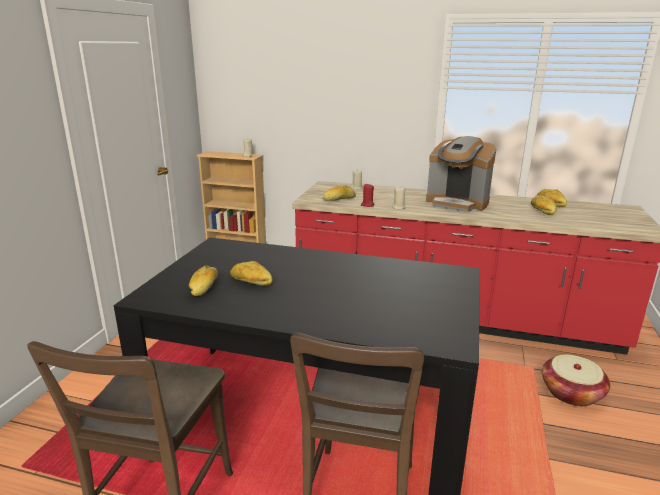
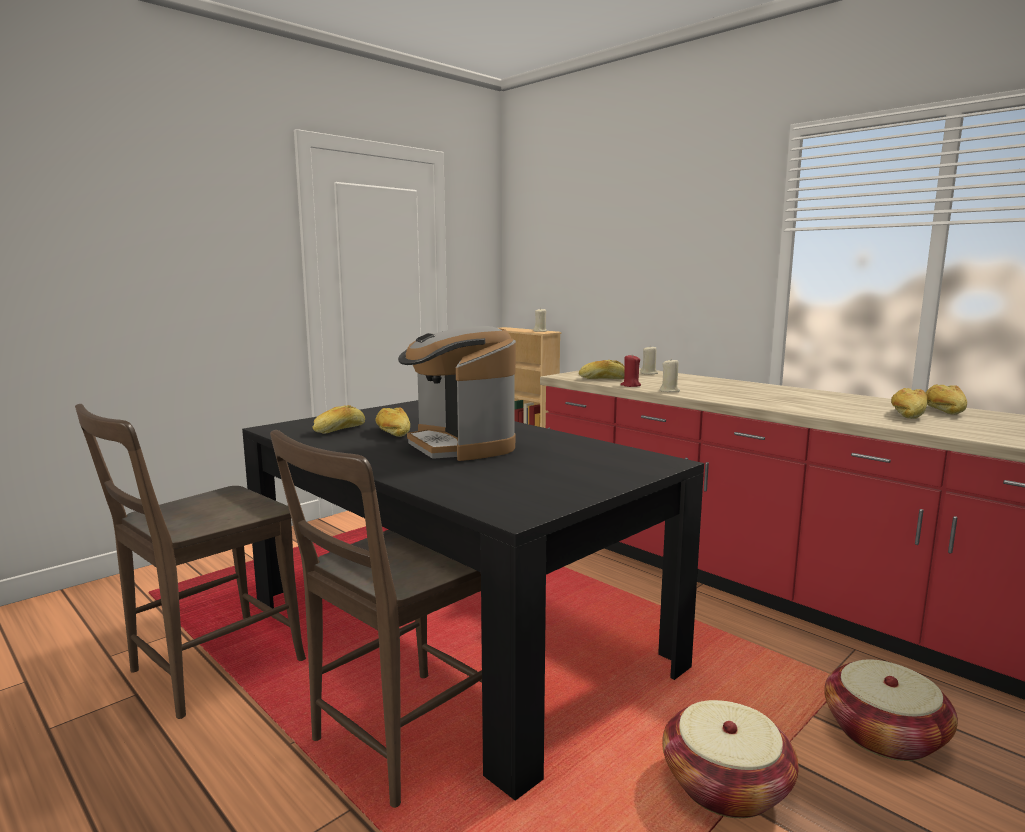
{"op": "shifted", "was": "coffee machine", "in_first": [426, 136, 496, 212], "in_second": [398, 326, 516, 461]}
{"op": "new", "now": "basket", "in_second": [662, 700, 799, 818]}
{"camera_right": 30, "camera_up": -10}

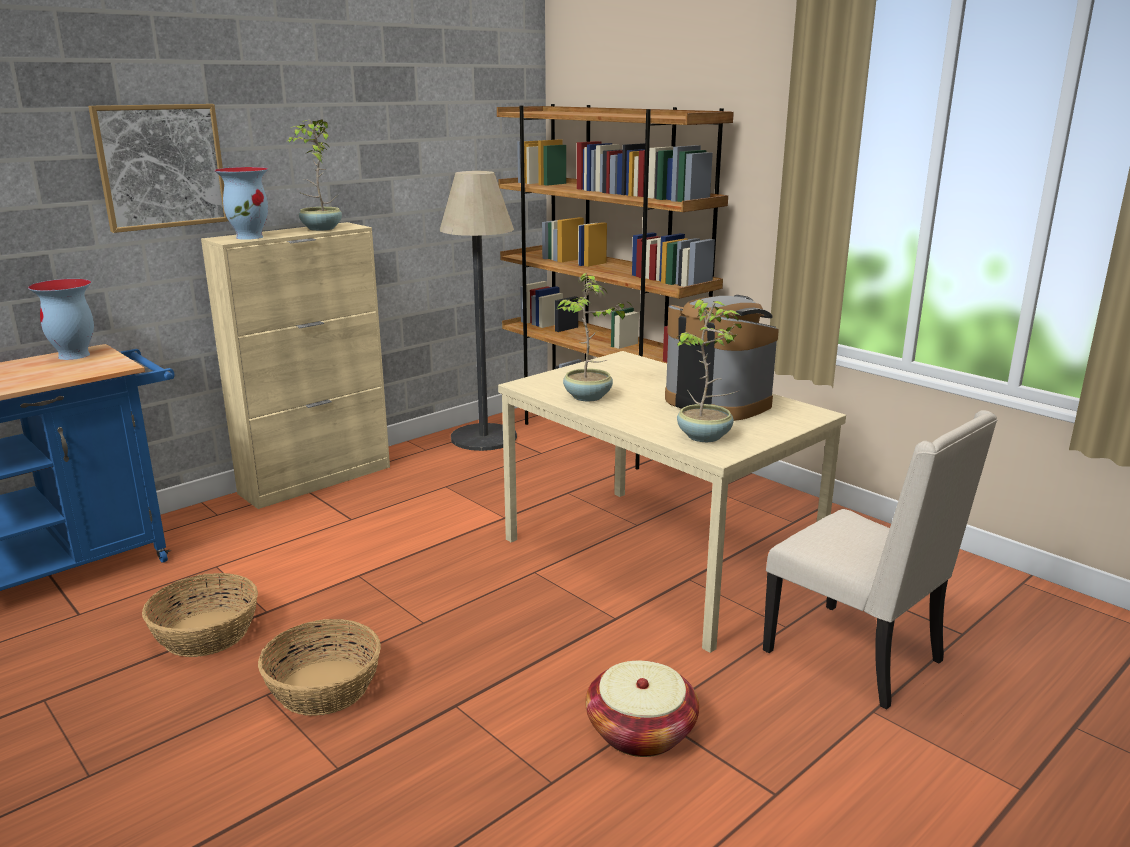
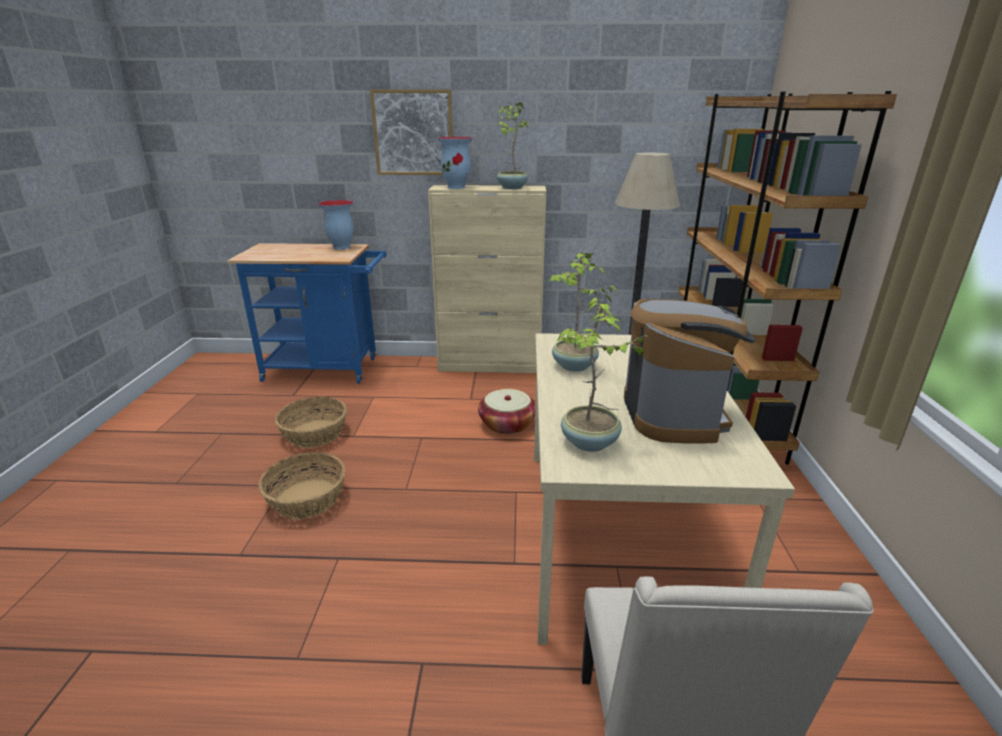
{"op": "shifted", "was": "basket", "in_first": [585, 661, 699, 757], "in_second": [478, 389, 536, 434]}
{"camera_right": 45, "camera_up": 5}

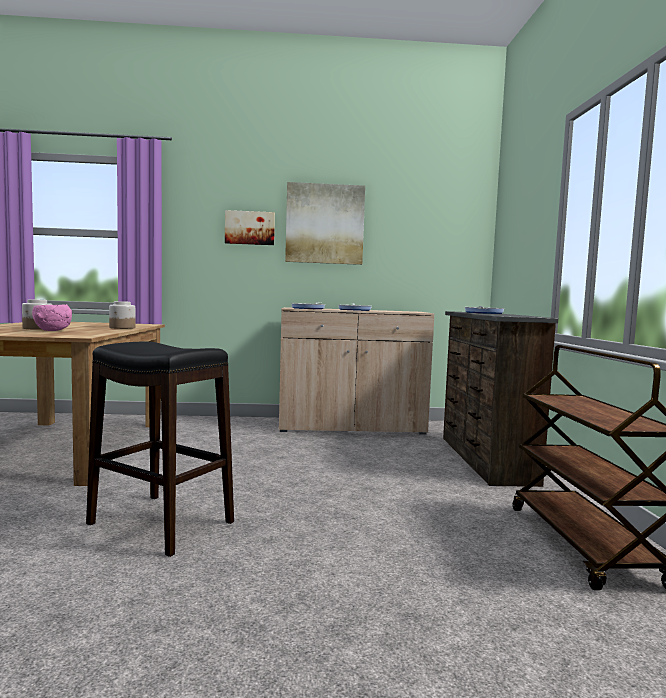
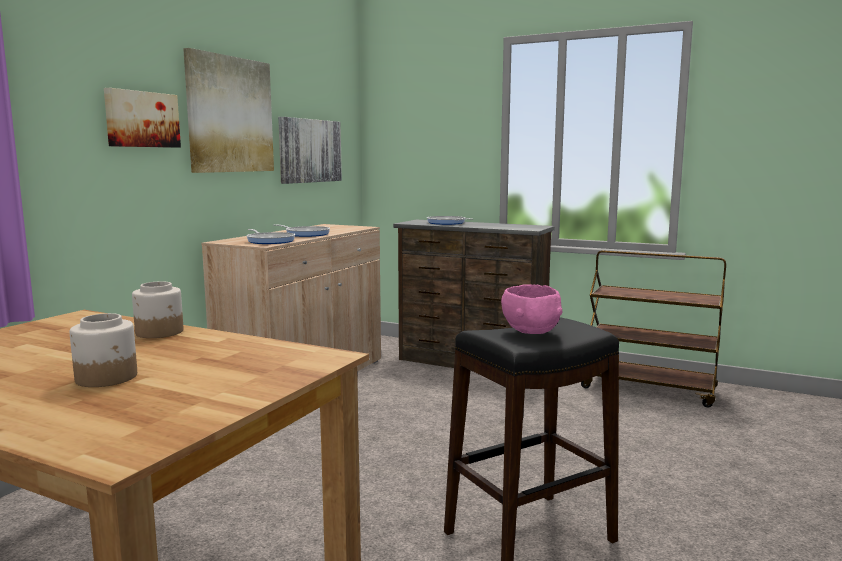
{"op": "shifted", "was": "bowl in pink", "in_first": [32, 304, 72, 331], "in_second": [501, 284, 563, 334]}
{"op": "new", "now": "picture", "in_second": [278, 117, 342, 184]}
{"camera_right": -60, "camera_up": 5}

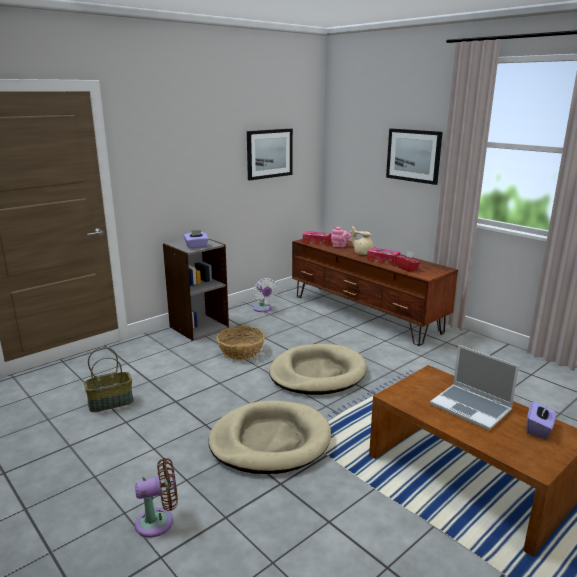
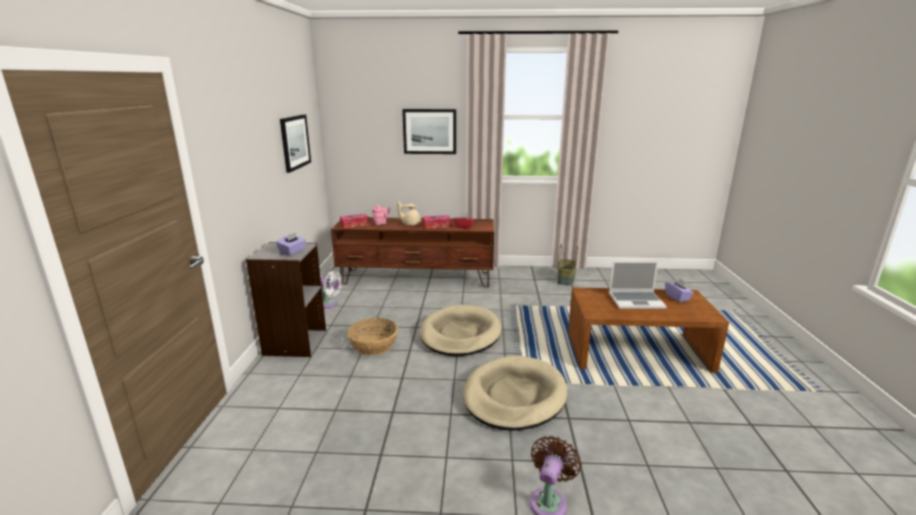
{"op": "shifted", "was": "basket", "in_first": [84, 347, 134, 412], "in_second": [557, 244, 578, 286]}
{"camera_right": -45, "camera_up": 0}

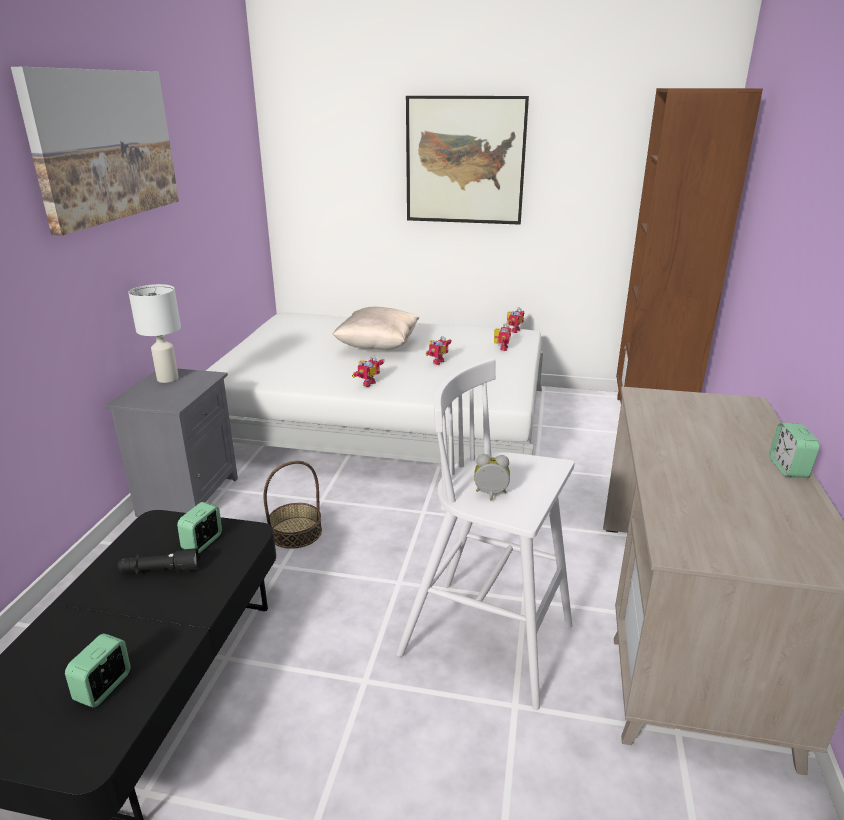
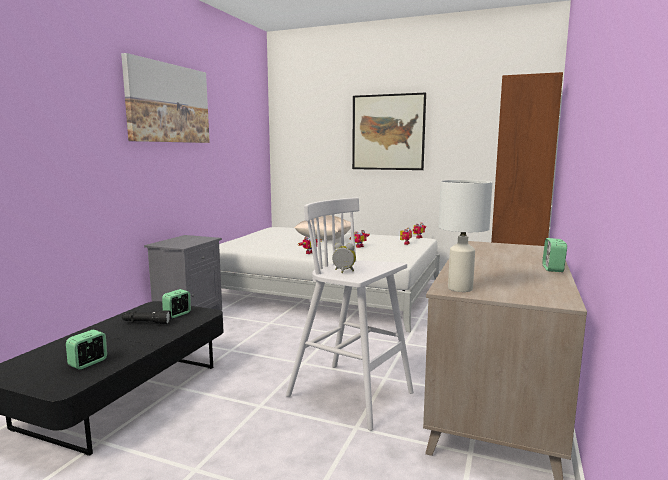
{"op": "shifted", "was": "table lamp in white", "in_first": [128, 284, 181, 383], "in_second": [439, 180, 493, 292]}
{"op": "gone", "was": "basket", "in_first": [264, 461, 322, 549]}
{"camera_right": 10, "camera_up": -15}

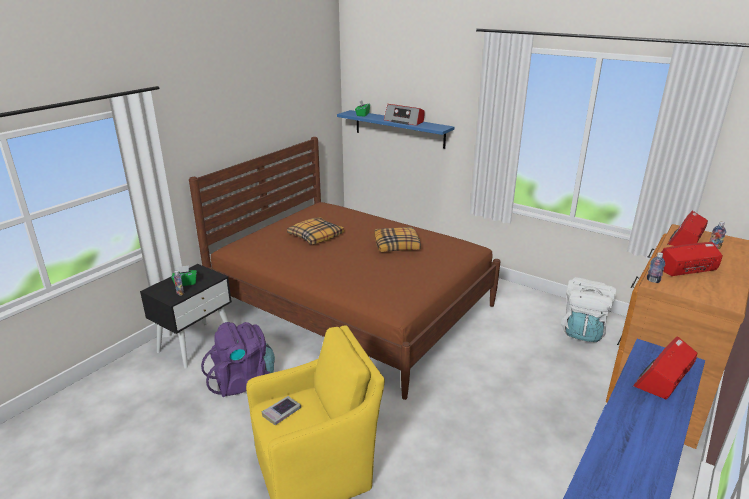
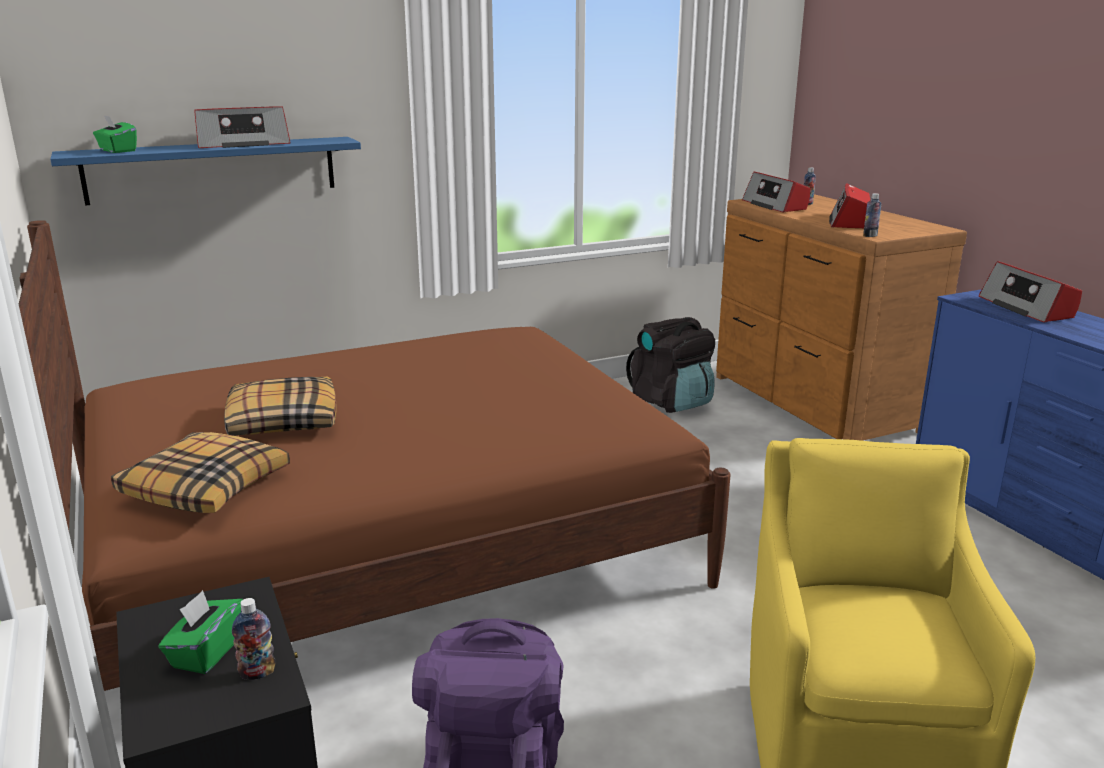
{"op": "gone", "was": "book", "in_first": [262, 396, 301, 425]}
{"op": "shifted", "was": "pillow", "in_first": [374, 227, 421, 252], "in_second": [111, 432, 290, 513]}
{"op": "repainted", "was": "backpack in white", "now": "backpack in black", "in_first": [561, 277, 616, 342], "in_second": [626, 317, 715, 413]}
{"camera_right": -60, "camera_up": -5}

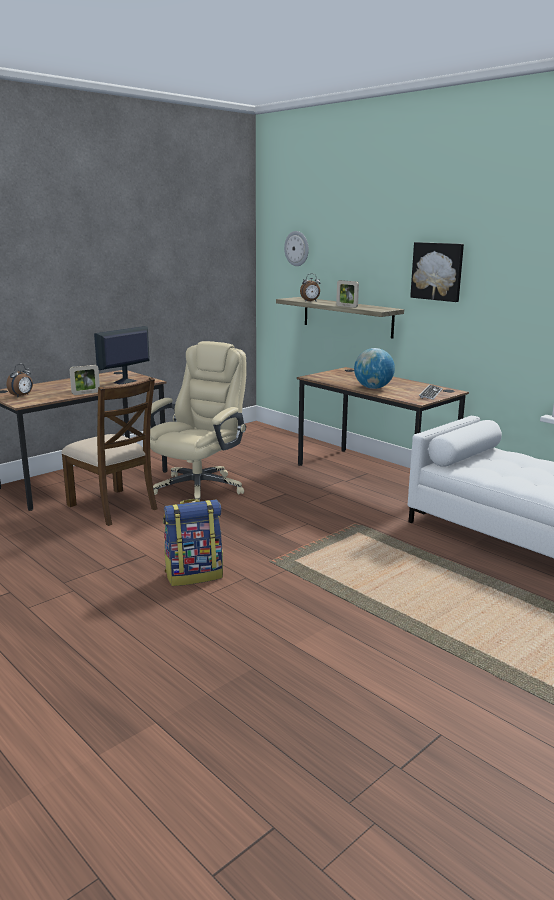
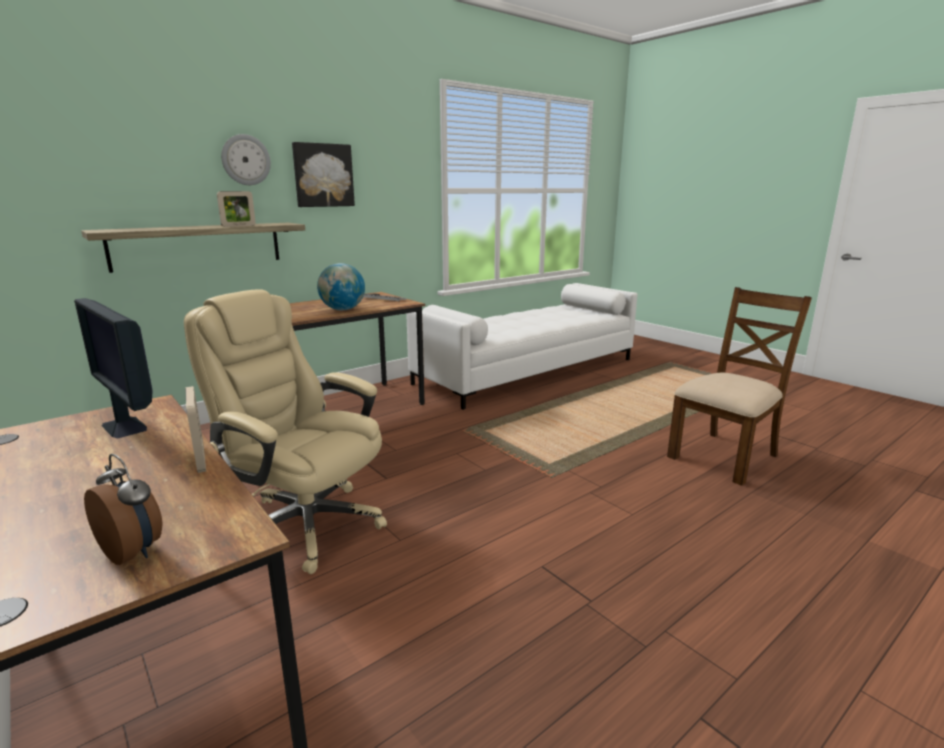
{"op": "shifted", "was": "chair in brown", "in_first": [61, 377, 158, 526], "in_second": [667, 287, 812, 486]}
{"op": "gone", "was": "backpack", "in_first": [163, 499, 223, 586]}
{"op": "shifted", "was": "wall clock", "in_first": [284, 231, 309, 266], "in_second": [221, 134, 271, 185]}
{"op": "gone", "was": "alarm clock", "in_first": [300, 274, 321, 302]}
{"camera_right": -85, "camera_up": 0}

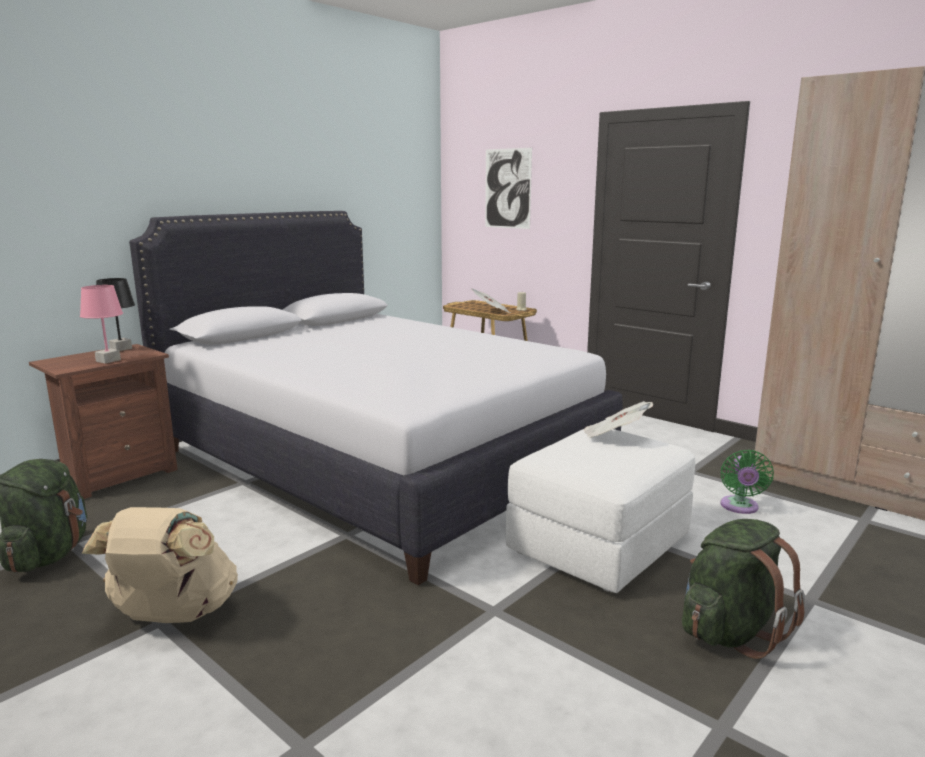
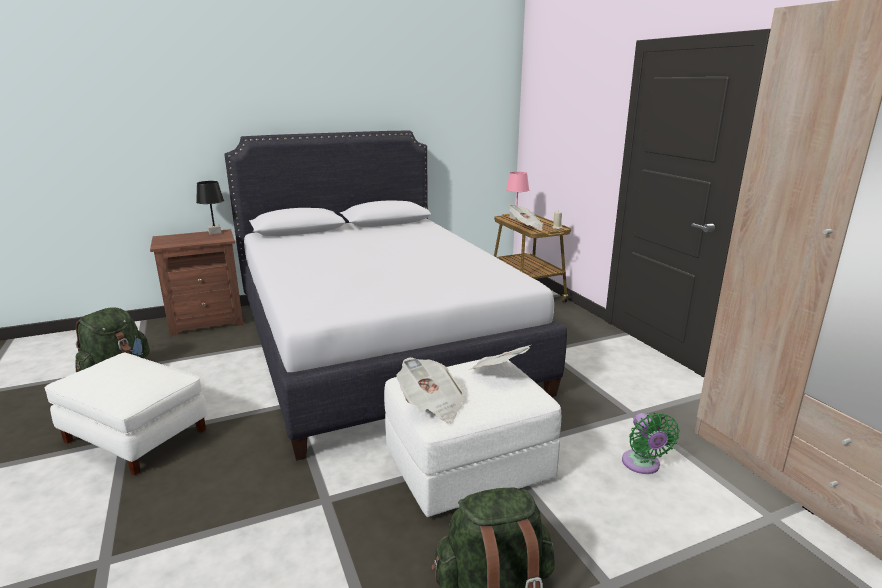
{"op": "shifted", "was": "table lamp in pink", "in_first": [80, 285, 123, 364], "in_second": [506, 172, 529, 219]}
{"op": "swapped", "was": "backpack in beige", "now": "ottoman in white", "in_first": [82, 507, 238, 623], "in_second": [45, 353, 207, 475]}
{"op": "gone", "was": "picture", "in_first": [485, 148, 532, 229]}
{"op": "rotated", "was": "fan in green", "in_first": [721, 450, 774, 514], "in_second": [622, 413, 679, 474], "clockwise": -45}
{"op": "new", "now": "newspaper", "in_second": [396, 357, 466, 423]}
{"camera_right": 25, "camera_up": 5}

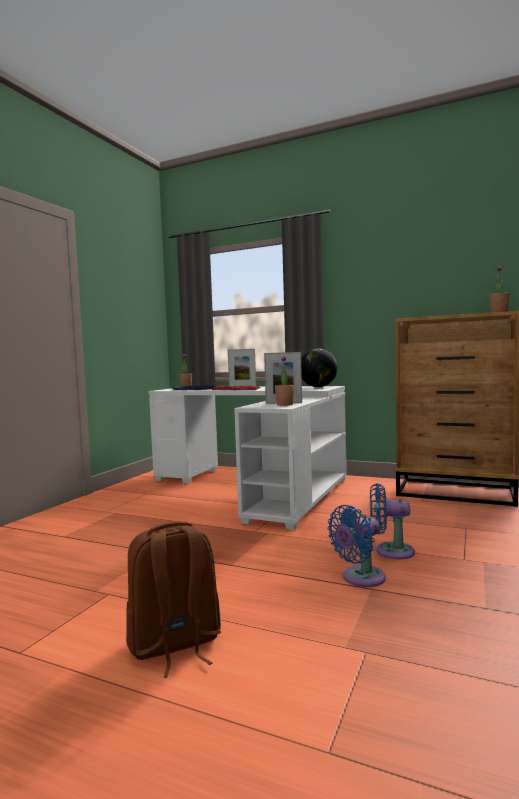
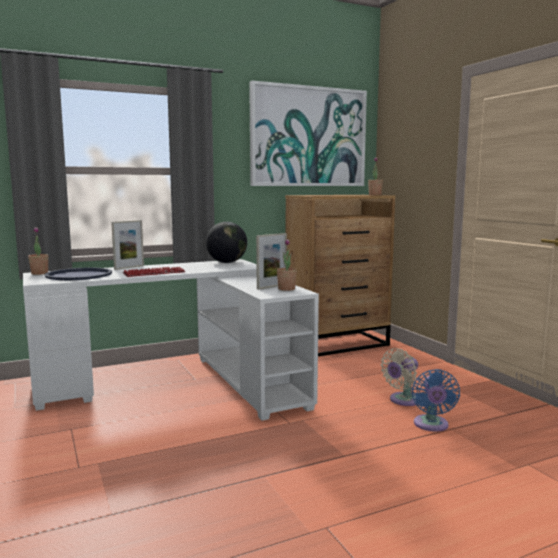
{"op": "gone", "was": "backpack in brown", "in_first": [126, 521, 221, 678]}
{"op": "repainted", "was": "fan in blue", "now": "fan in beige", "in_first": [370, 483, 415, 559], "in_second": [381, 348, 418, 406]}
{"op": "new", "now": "picture", "in_second": [249, 81, 367, 186]}
{"camera_right": -50, "camera_up": 5}

